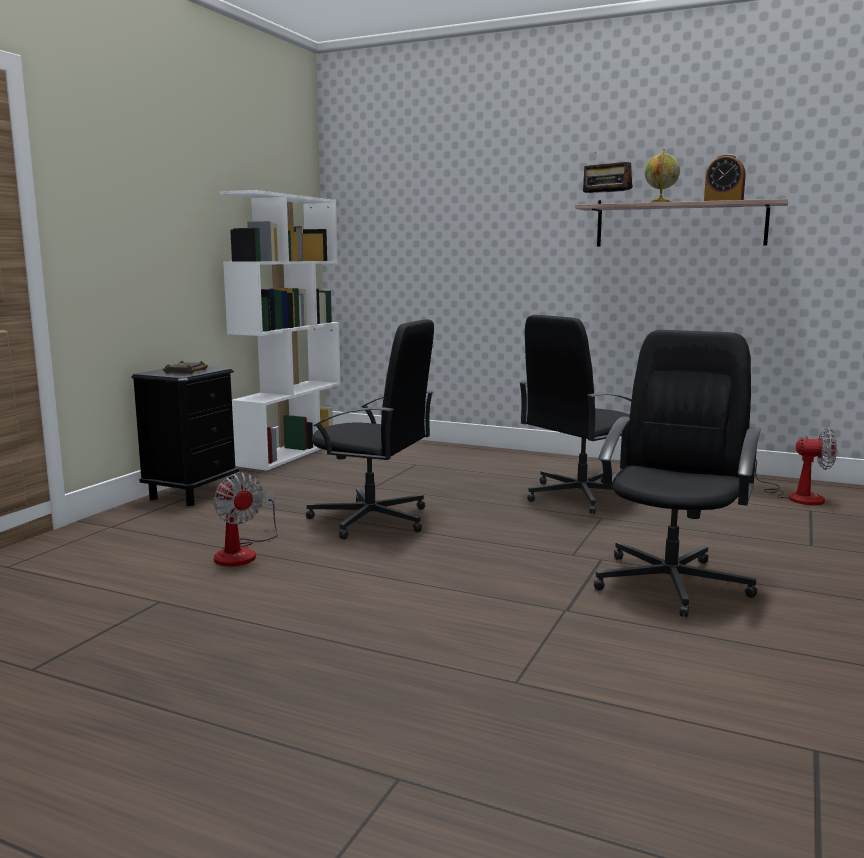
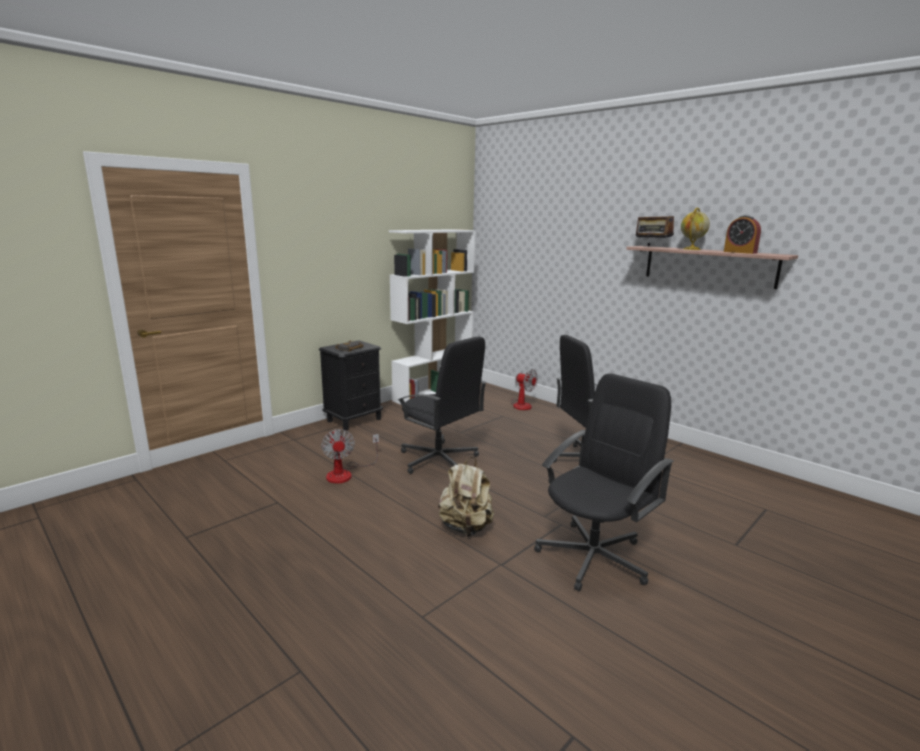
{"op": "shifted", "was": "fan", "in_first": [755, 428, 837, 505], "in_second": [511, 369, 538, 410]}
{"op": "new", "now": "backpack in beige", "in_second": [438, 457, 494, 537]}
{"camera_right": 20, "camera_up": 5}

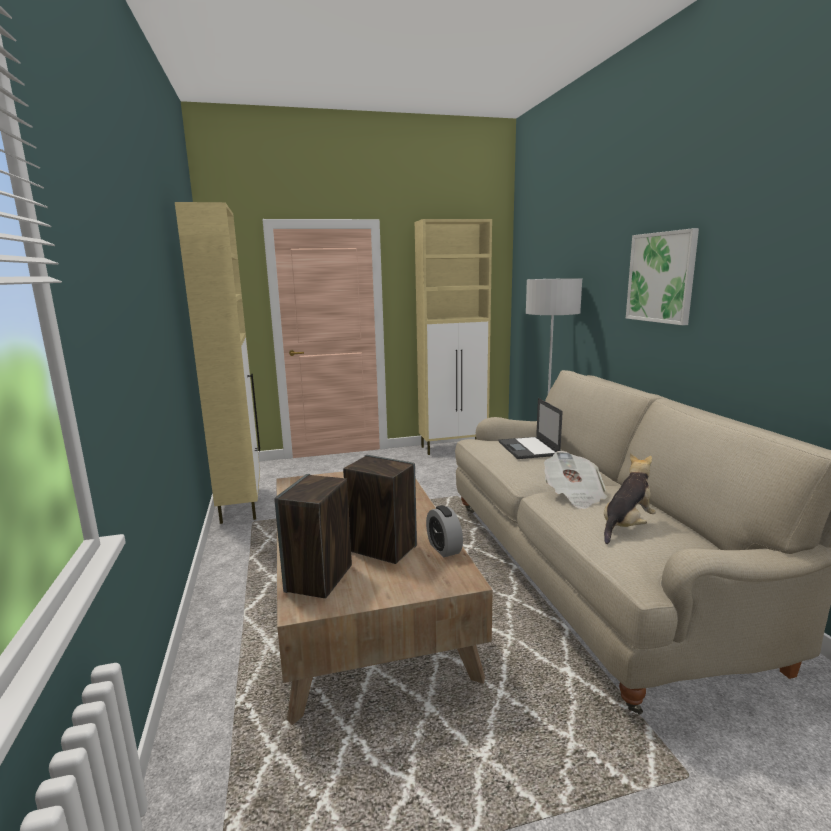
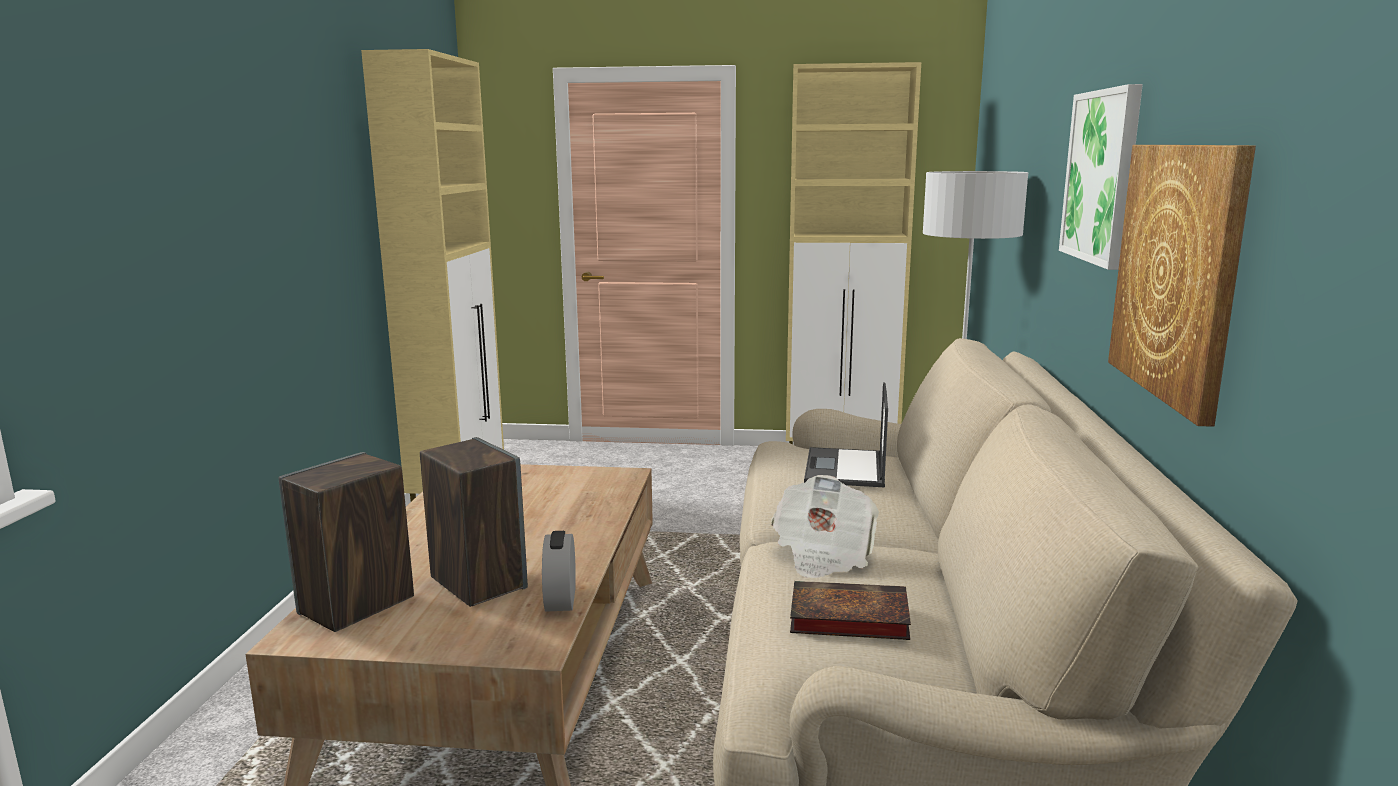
{"op": "swapped", "was": "plush toy", "now": "book", "in_first": [604, 453, 656, 544], "in_second": [790, 581, 911, 640]}
{"op": "new", "now": "picture", "in_second": [1108, 145, 1256, 427]}
{"camera_right": 20, "camera_up": 0}

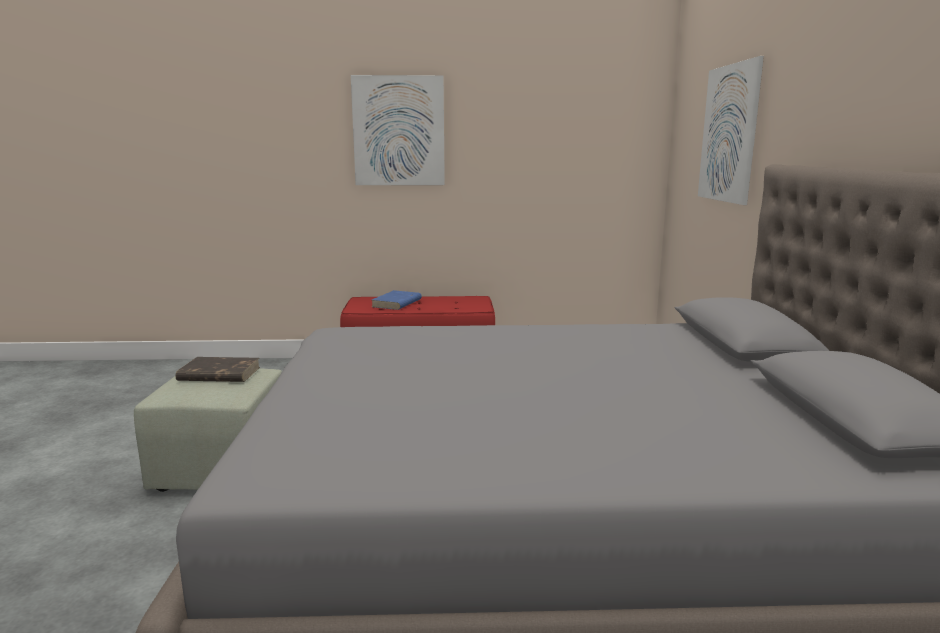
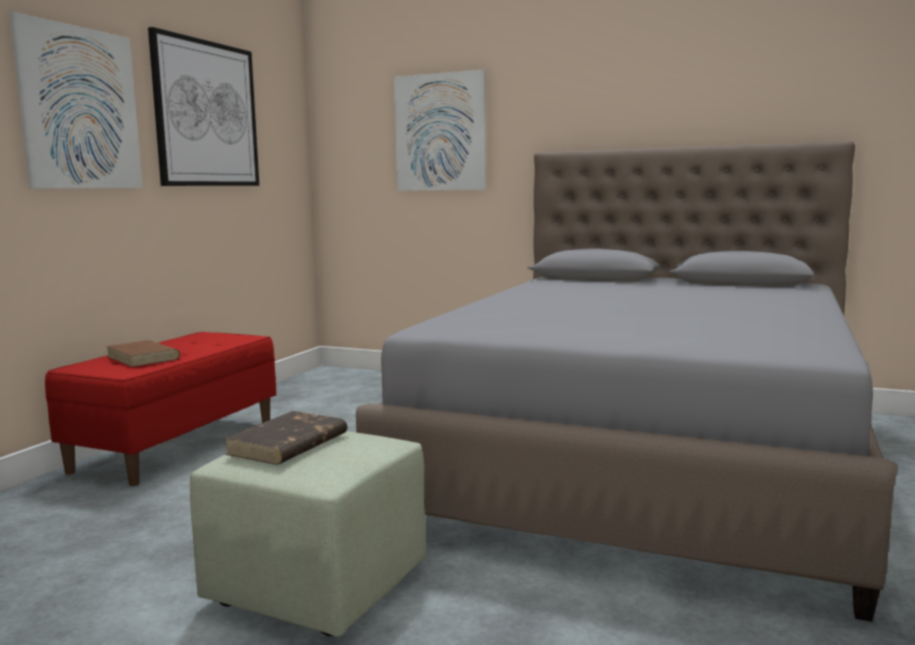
{"op": "repainted", "was": "book in blue", "now": "book in brown", "in_first": [372, 290, 422, 310], "in_second": [106, 340, 180, 367]}
{"op": "new", "now": "picture", "in_second": [148, 27, 259, 186]}
{"camera_right": -65, "camera_up": -5}

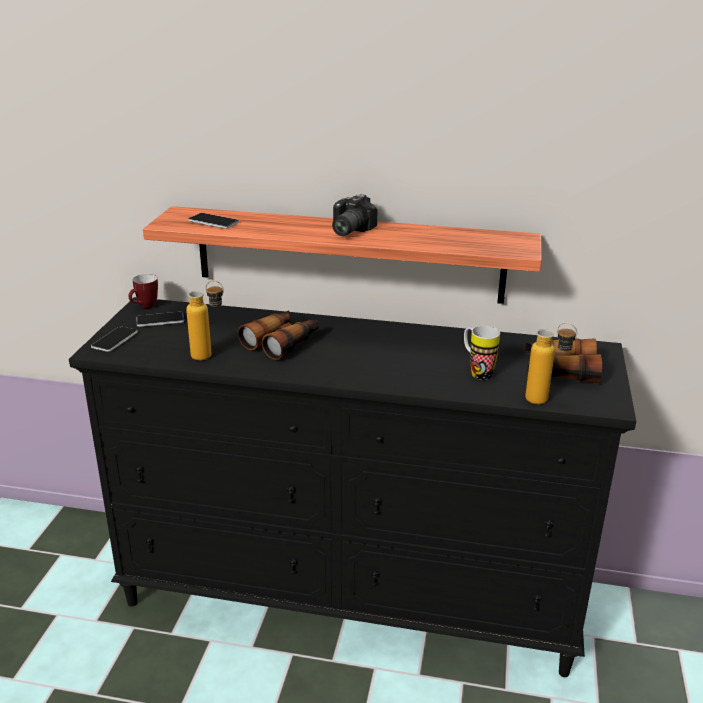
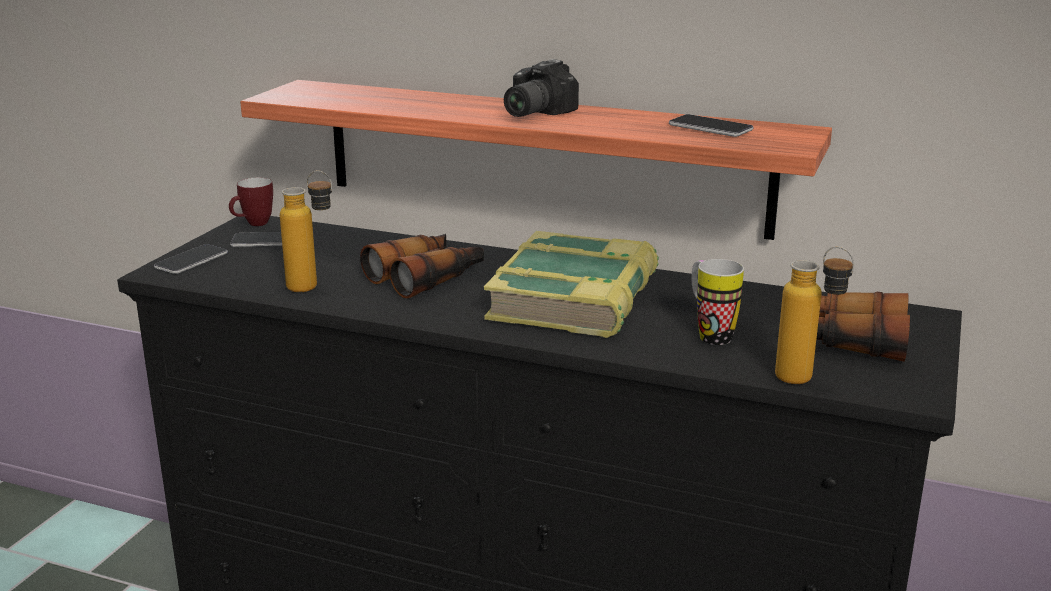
{"op": "shifted", "was": "phone", "in_first": [188, 213, 239, 229], "in_second": [669, 114, 753, 137]}
{"op": "new", "now": "book", "in_second": [484, 231, 659, 338]}
{"camera_right": 10, "camera_up": -5}

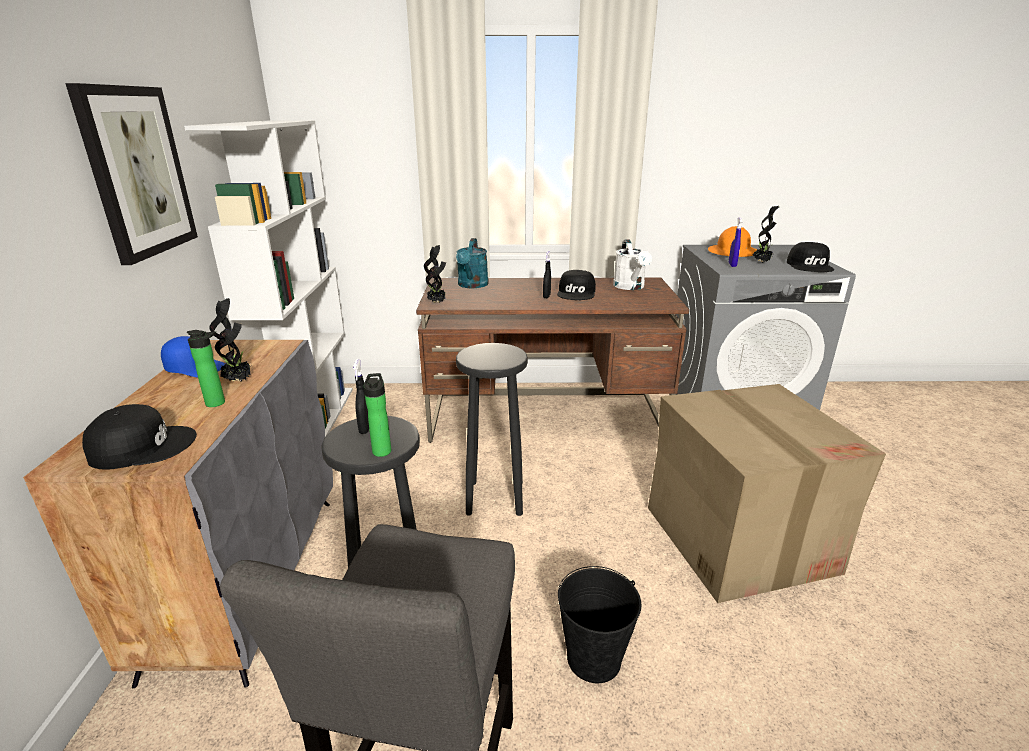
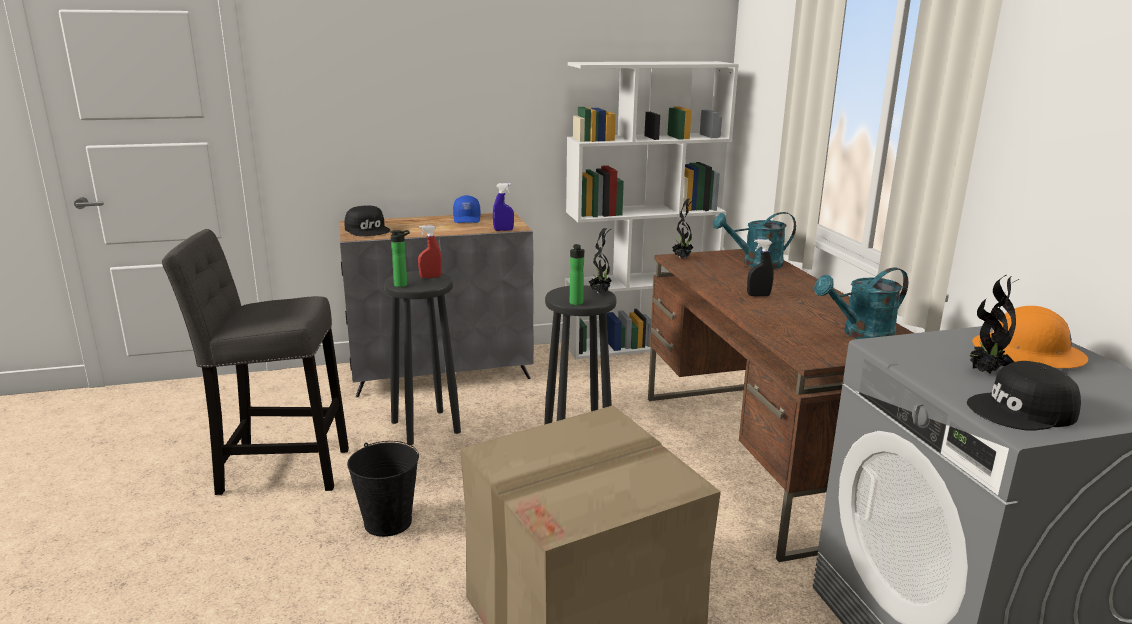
{"op": "gone", "was": "picture", "in_first": [65, 83, 198, 265]}
{"op": "shifted", "was": "bottle", "in_first": [187, 330, 225, 407], "in_second": [570, 244, 584, 305]}
{"op": "shifted", "was": "potted plant", "in_first": [209, 298, 252, 382], "in_second": [589, 228, 612, 294]}
{"op": "repainted", "was": "spray bottle in black", "now": "spray bottle in red", "in_first": [353, 359, 369, 434], "in_second": [418, 225, 442, 278]}
{"op": "gone", "was": "cap in black", "in_first": [557, 270, 596, 300]}
{"op": "repainted", "was": "watering can in white", "now": "watering can in turquoise", "in_first": [613, 239, 652, 290], "in_second": [814, 267, 908, 339]}
{"op": "shifted", "was": "spray bottle in blue", "in_first": [729, 217, 742, 267], "in_second": [493, 183, 514, 231]}
{"camera_right": 75, "camera_up": -5}

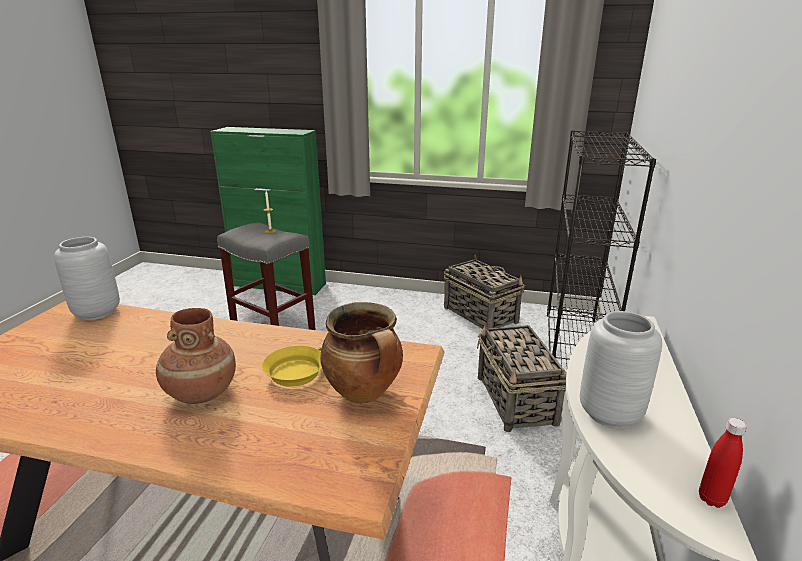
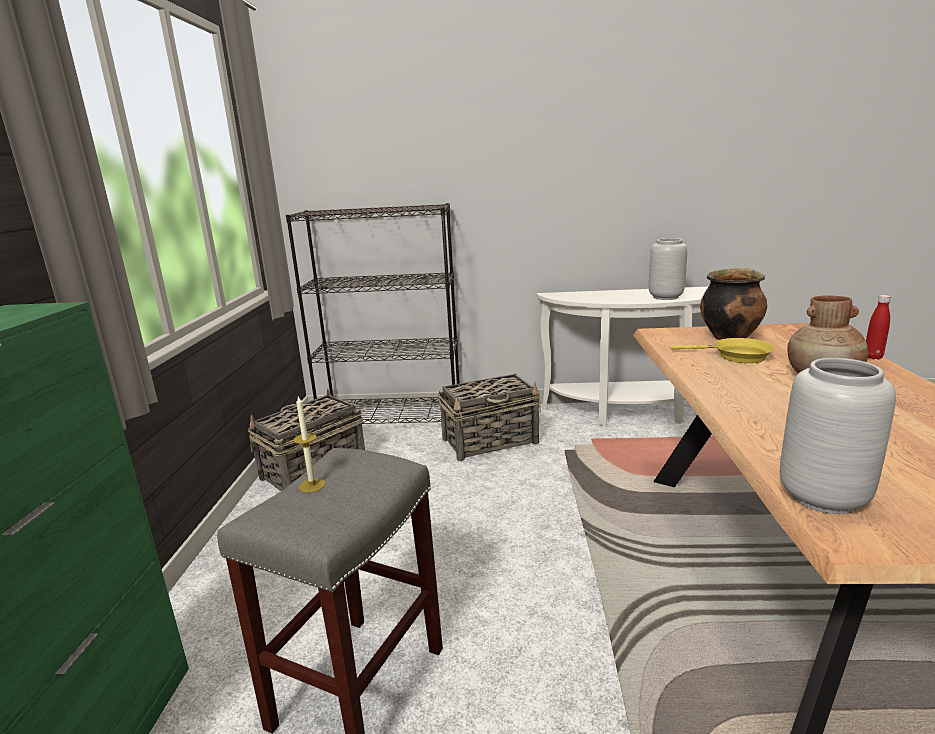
{"op": "shifted", "was": "bottle in red", "in_first": [699, 418, 747, 508], "in_second": [866, 295, 891, 359]}
{"camera_right": -100, "camera_up": -5}

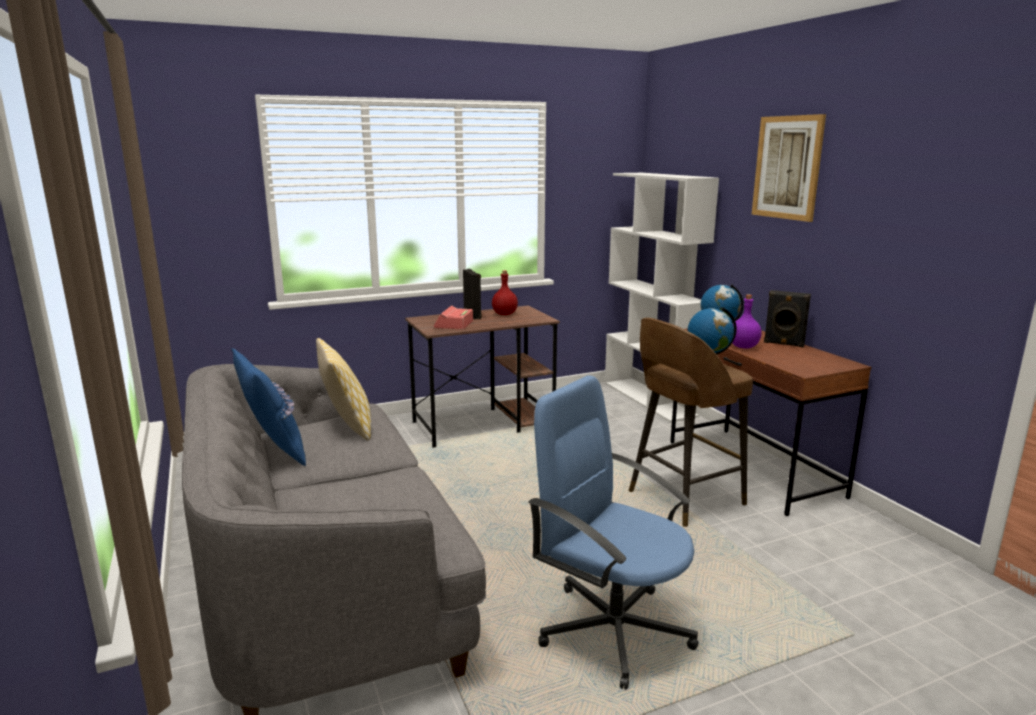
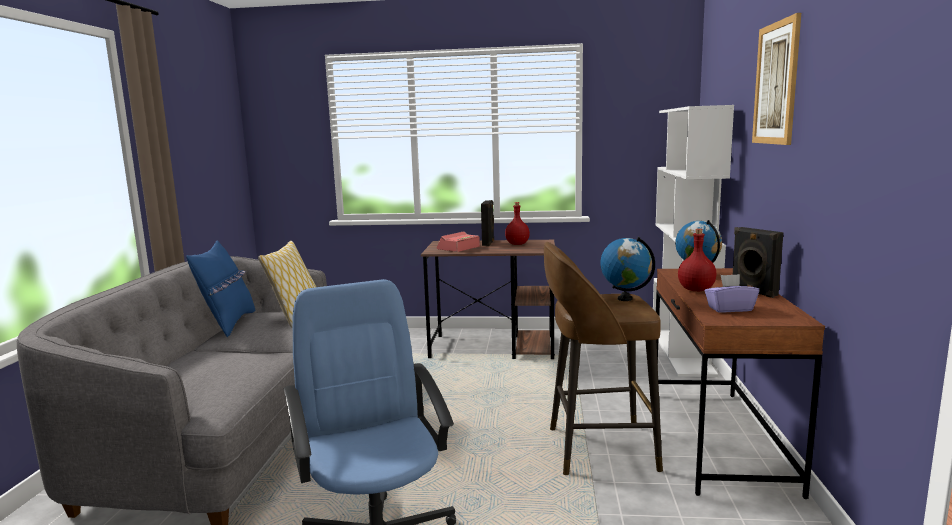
{"op": "repainted", "was": "bottle in purple", "now": "bottle in red", "in_first": [732, 294, 762, 349], "in_second": [678, 229, 716, 291]}
{"op": "new", "now": "tissue box in purple", "in_second": [705, 274, 759, 313]}
{"camera_right": 30, "camera_up": -5}

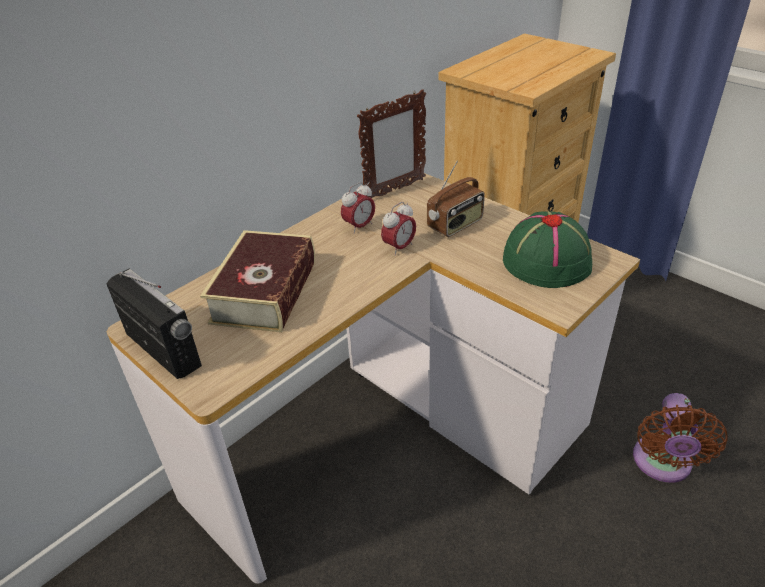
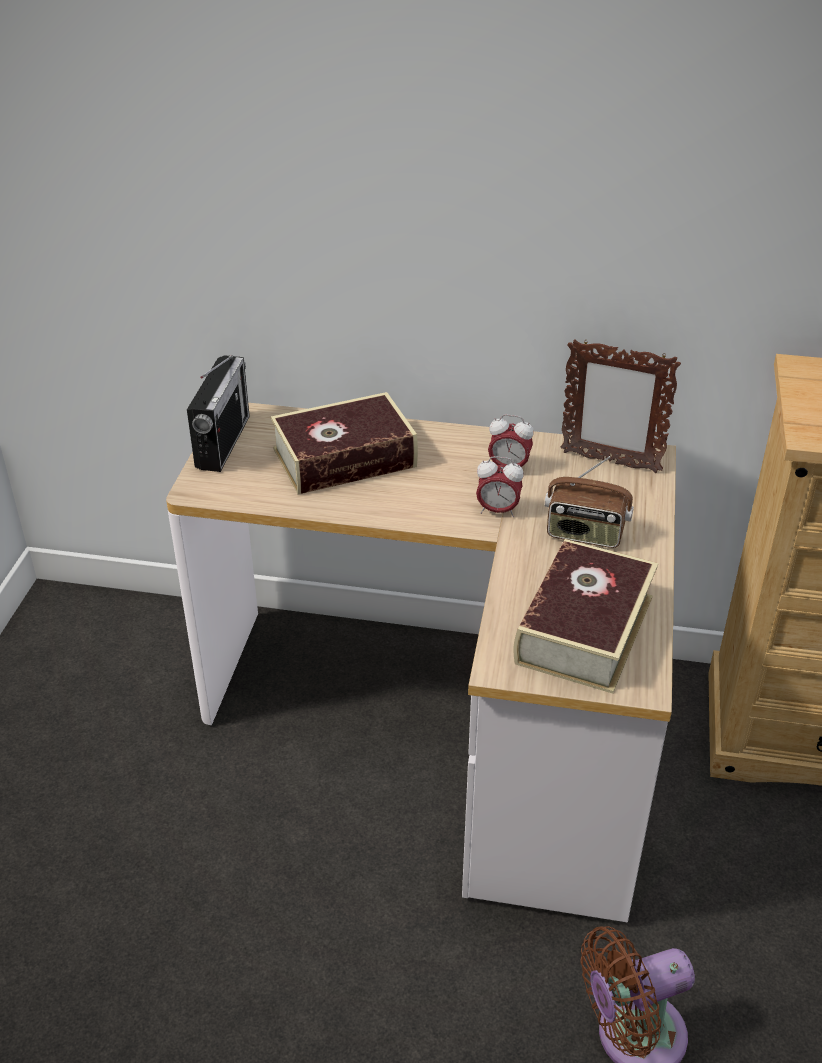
{"op": "swapped", "was": "hat in green", "now": "book", "in_first": [503, 211, 592, 288], "in_second": [514, 539, 658, 694]}
{"camera_right": 55, "camera_up": 0}

